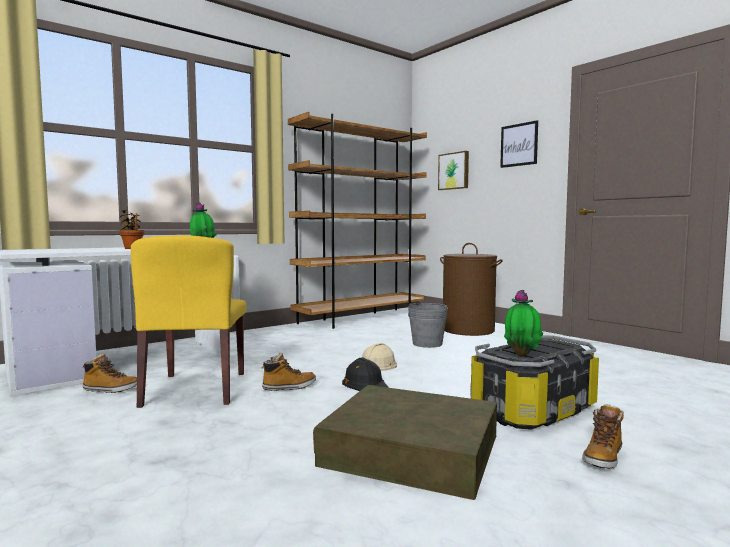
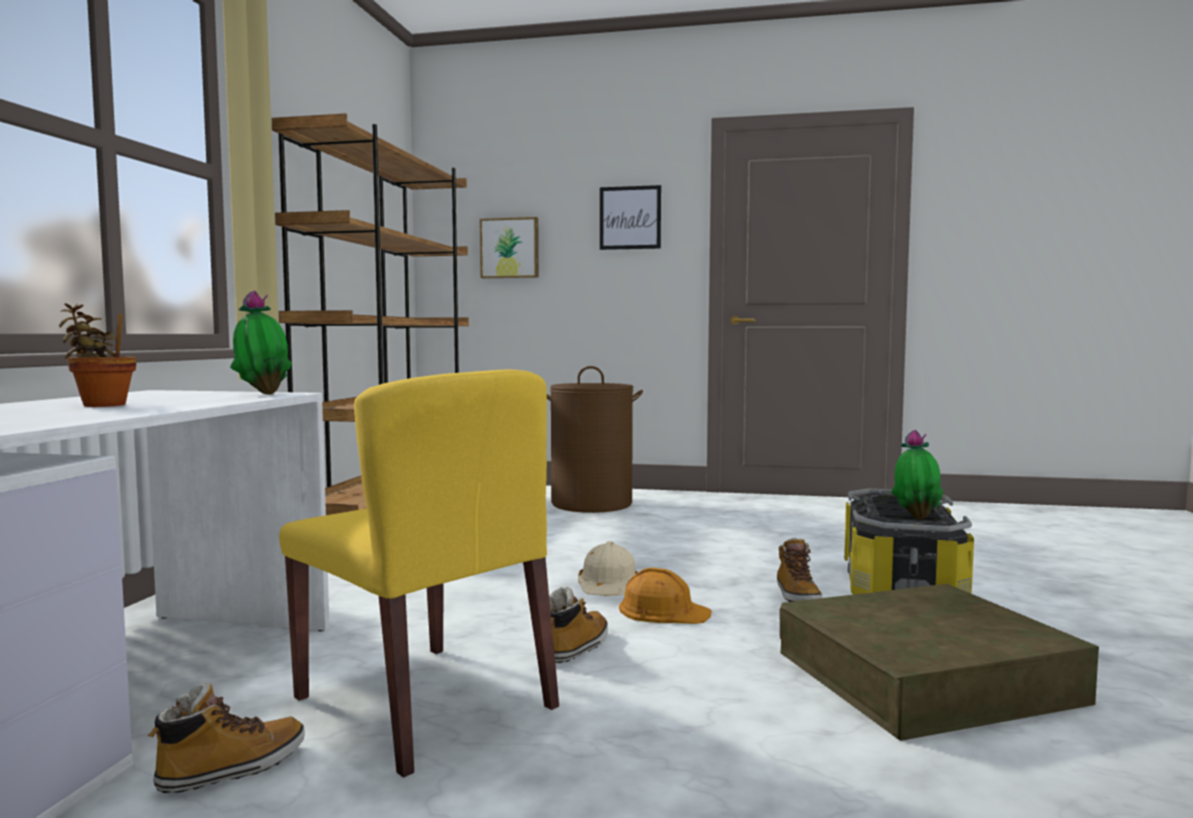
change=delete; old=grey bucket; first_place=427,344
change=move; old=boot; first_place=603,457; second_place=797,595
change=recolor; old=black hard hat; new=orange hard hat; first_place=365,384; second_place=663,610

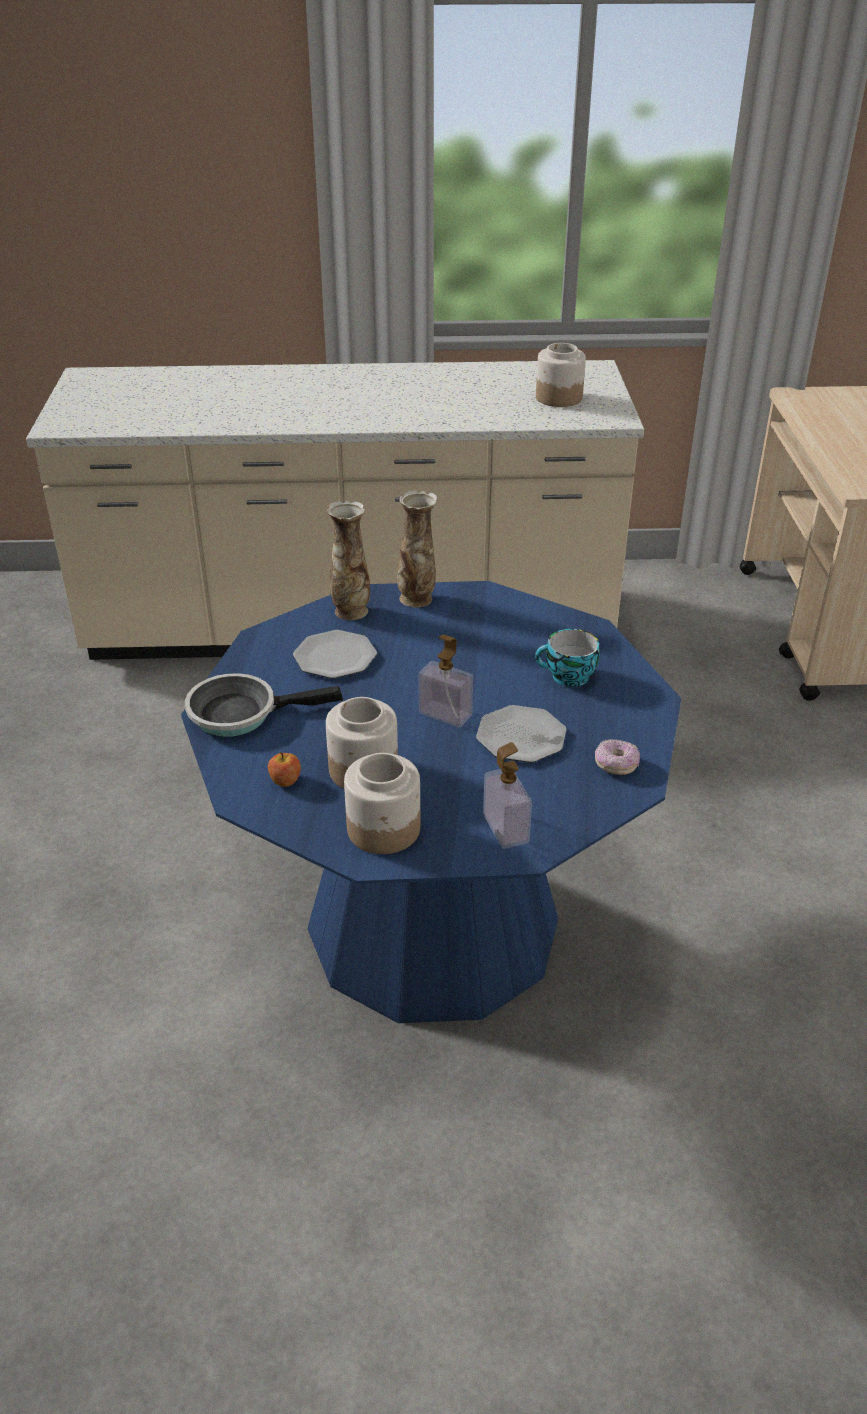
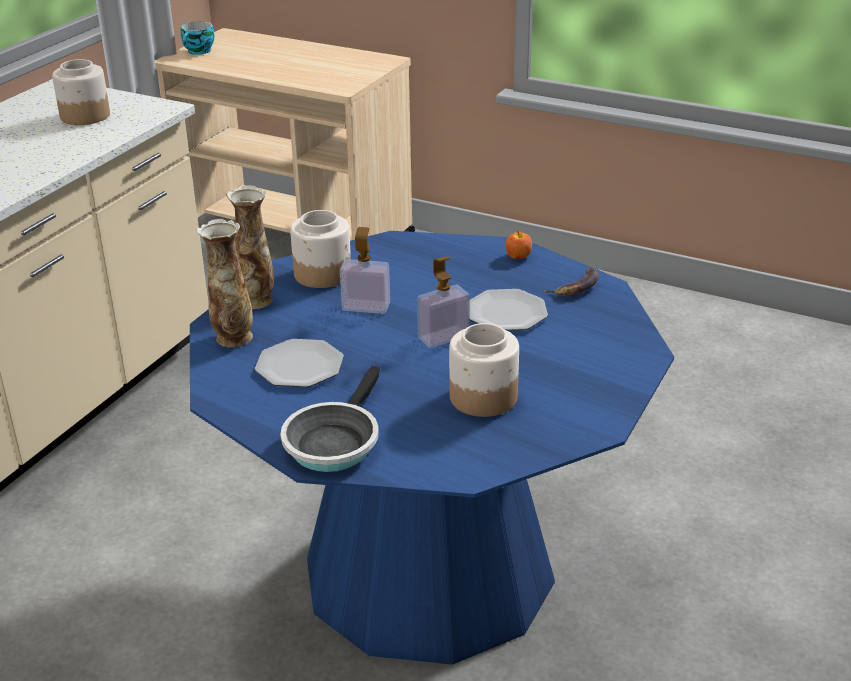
change=move; old=apple; first_place=285,781; second_place=518,256
change=move; old=jar; first_place=384,829; second_place=323,274
change=move; old=soap dispenser; first_place=505,829; second_place=366,307
change=move; old=cup; first_place=567,677; second_place=199,51
change=replace; old=donut; new=banana; first_place=616,765; second_place=576,287

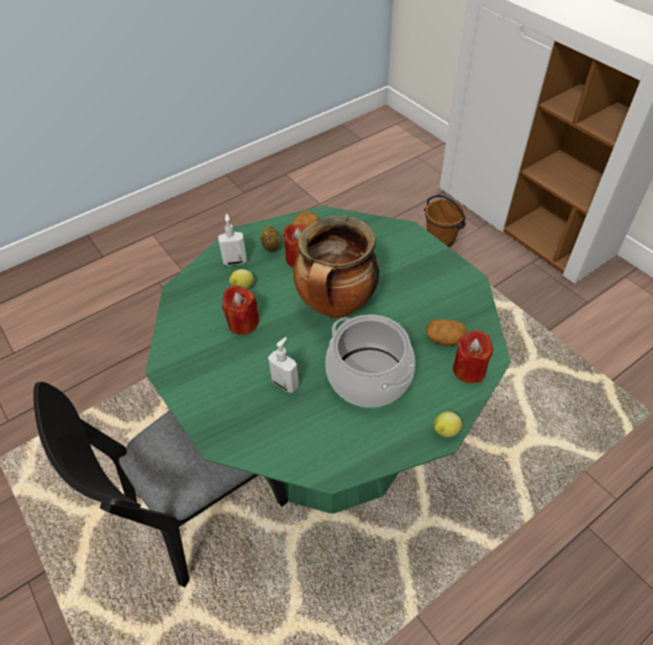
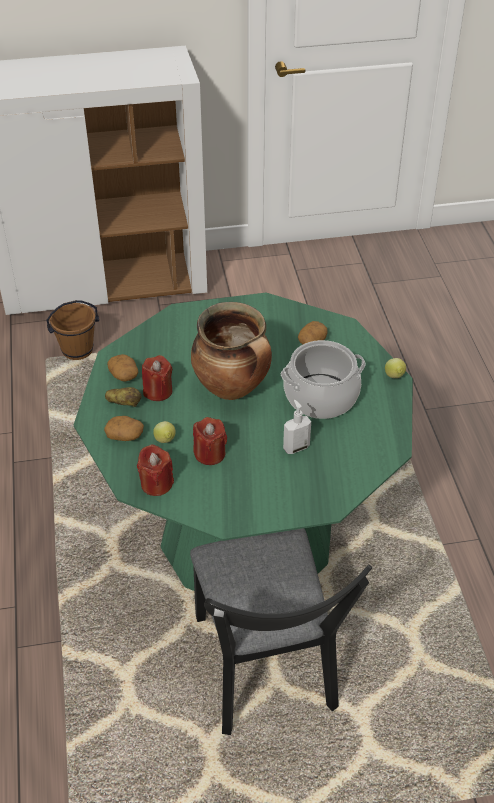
change=move; old=red candle; first_place=469,369; second_place=156,484
change=replace; old=soap dispenser; new=potato; first_place=235,261; second_place=125,435

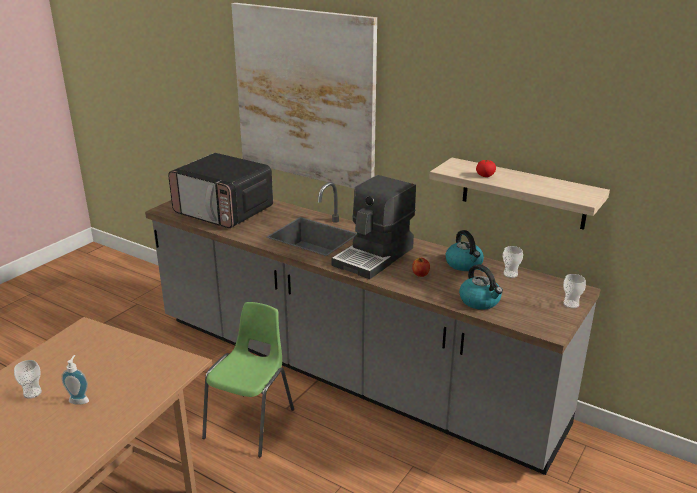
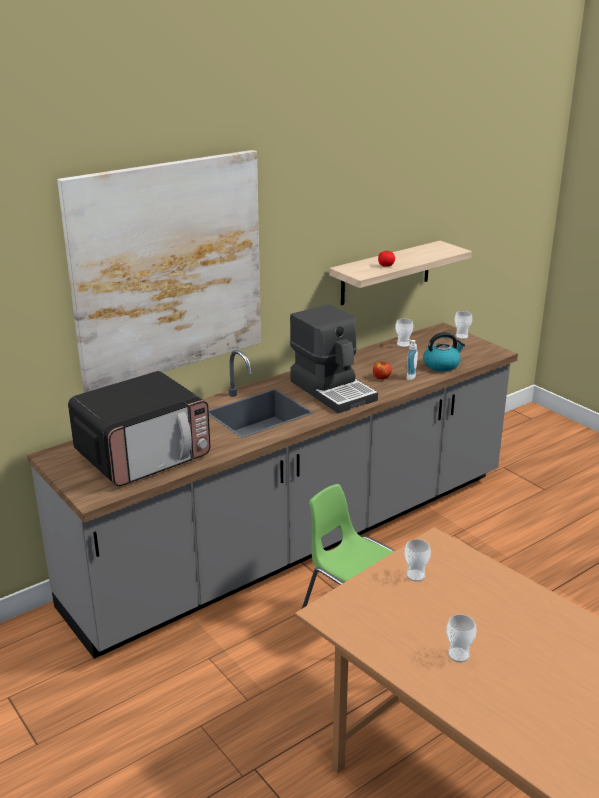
change=delete; old=kettle; first_place=464,264
change=insert; new=cup; second_place=415,575
change=move; old=soap dispenser; first_place=80,399; second_place=409,376

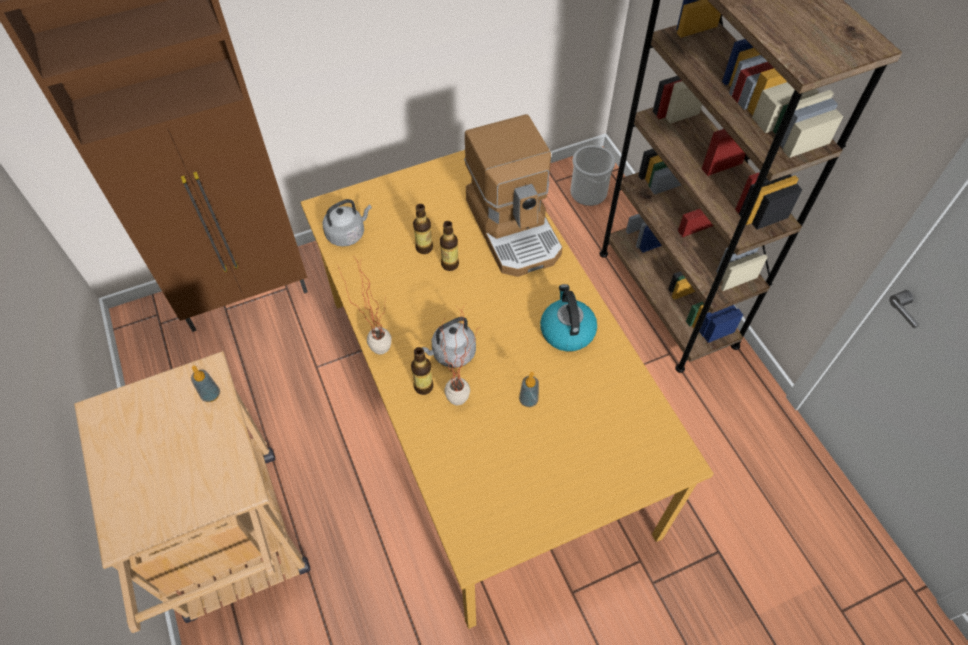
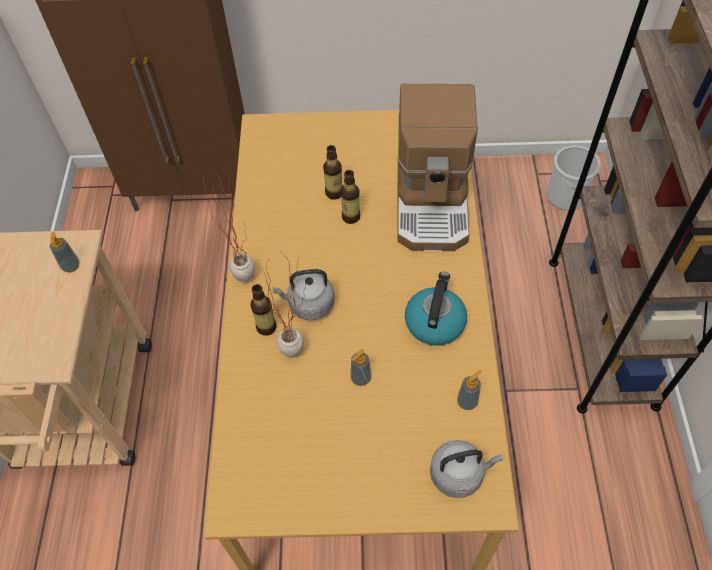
change=insert; new=soap dispenser; second_place=467,401
change=move; old=grey kettle; first_place=347,234; second_place=459,474

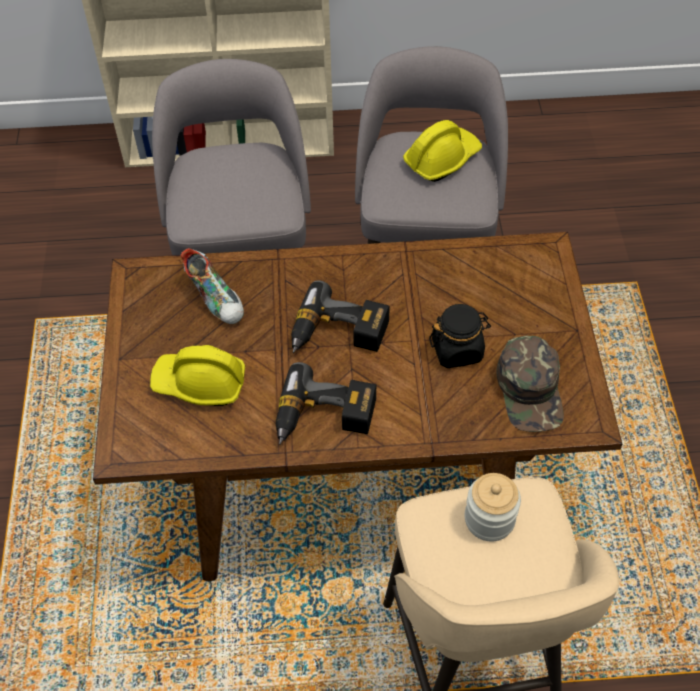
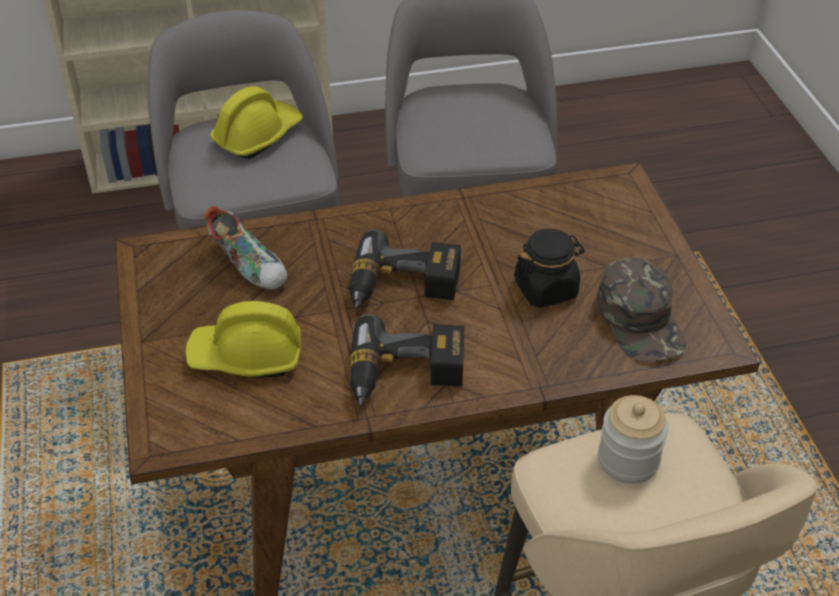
change=move; old=yellow hard hat; first_place=442,159; second_place=257,136

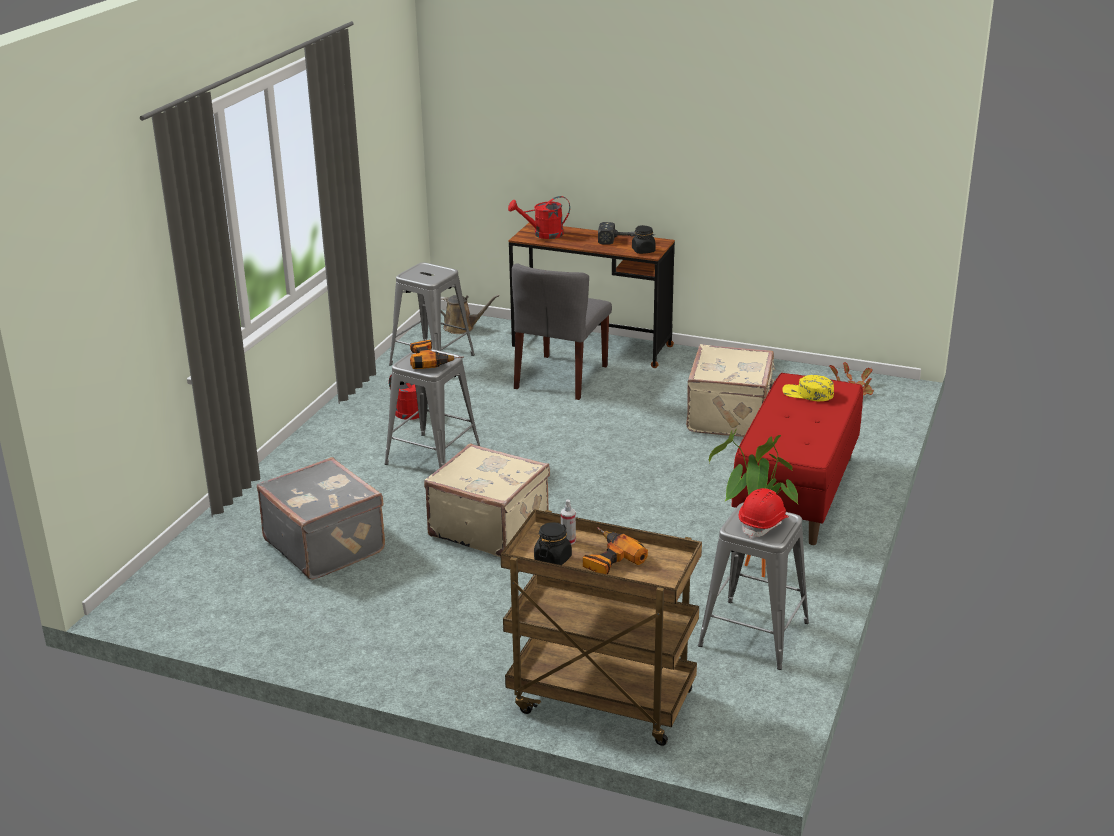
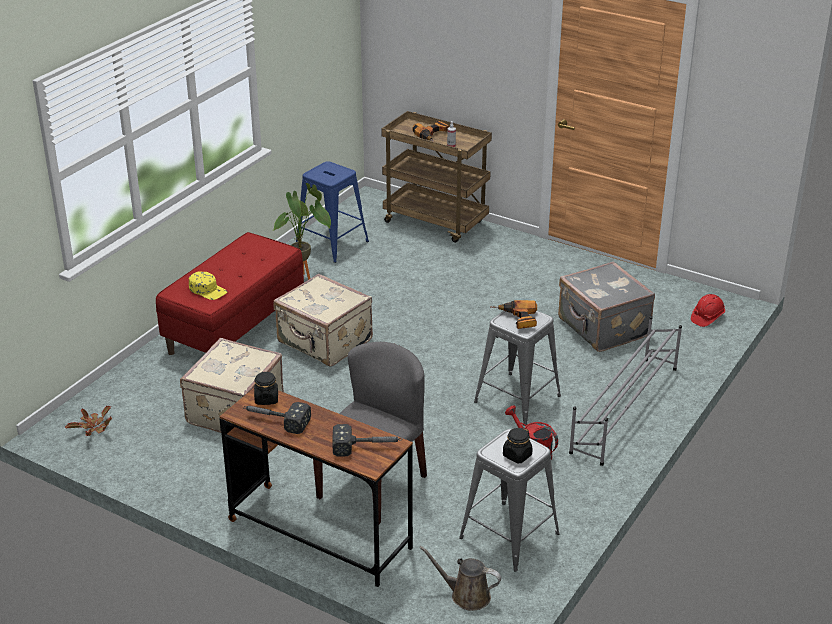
change=insert; new=grey shoe rack; second_place=624,409
change=move; old=beige suitcase; first_place=489,528; second_place=324,342
change=move; old=black jar; first_place=553,559; second_place=517,455
change=move; old=red hard hat; first_place=763,524; second_place=707,317
change=replace; old=red watering can; new=hammer; first_place=543,234; second_place=367,447
change=recolor; old=grey stool; new=blue stool; first_place=753,634; second_place=332,244

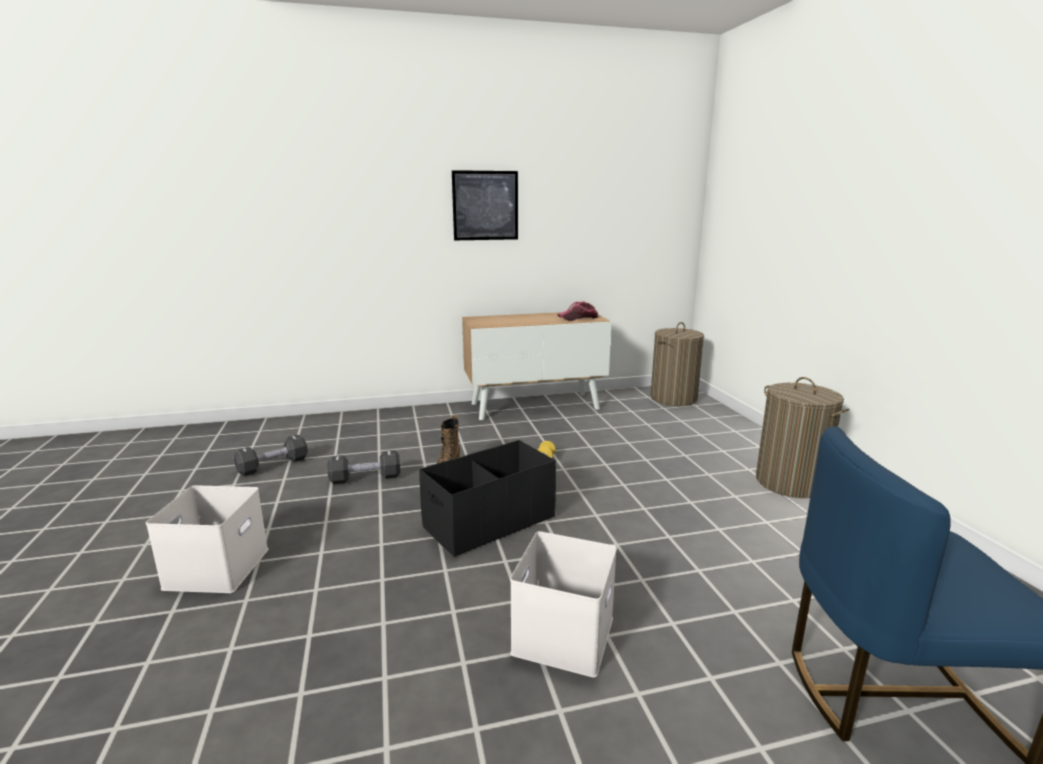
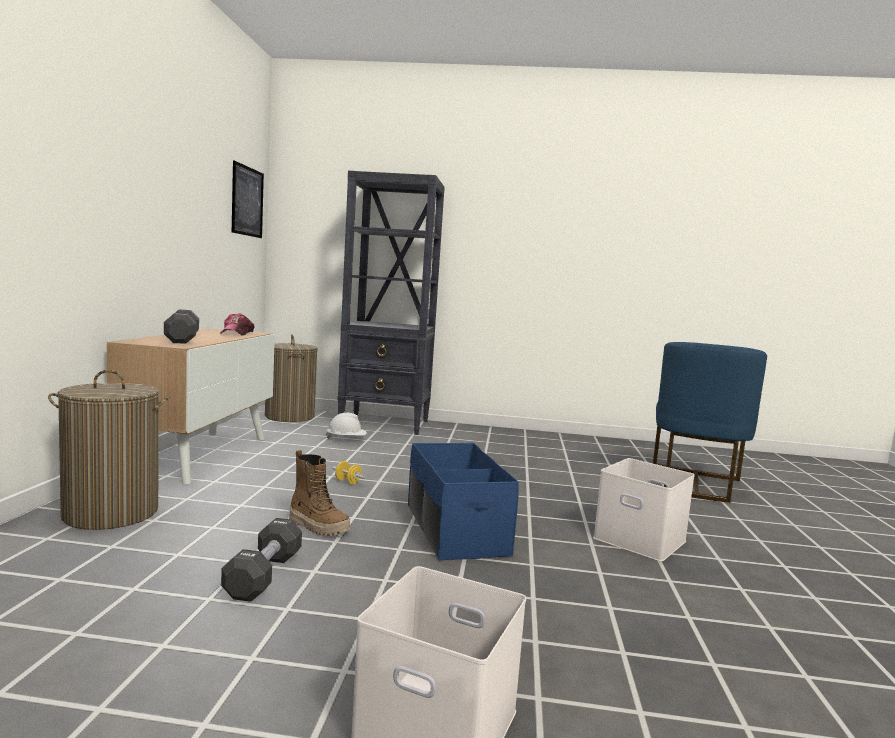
change=insert; new=white hard hat; second_place=346,439
change=insert; new=black bookcase; second_place=385,424
change=move; old=black dumbbell; first_place=273,465; second_place=182,339
change=move; old=picture; first_place=485,205; second_place=247,201
change=move; old=laundry basket; first_place=790,482; second_place=111,513
change=recolor; old=black storage box; new=blue storage box; first_place=489,522; second_place=454,529

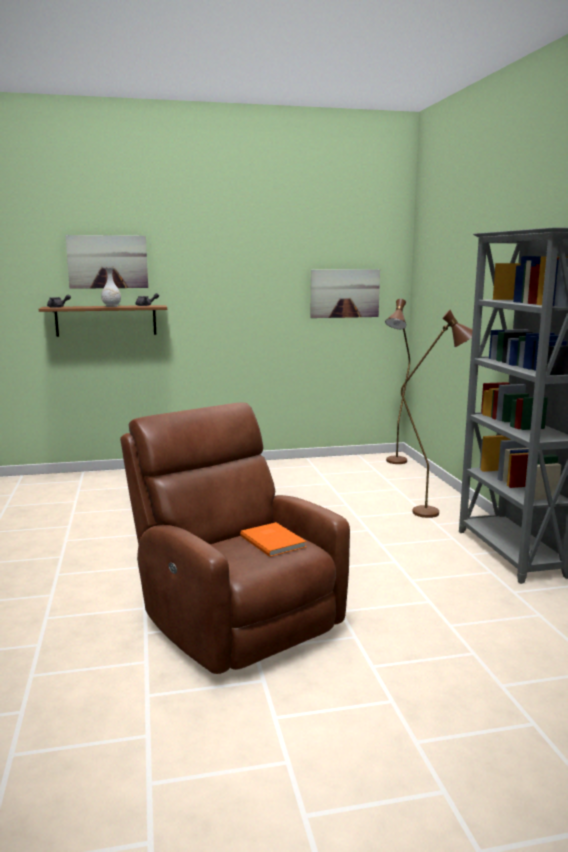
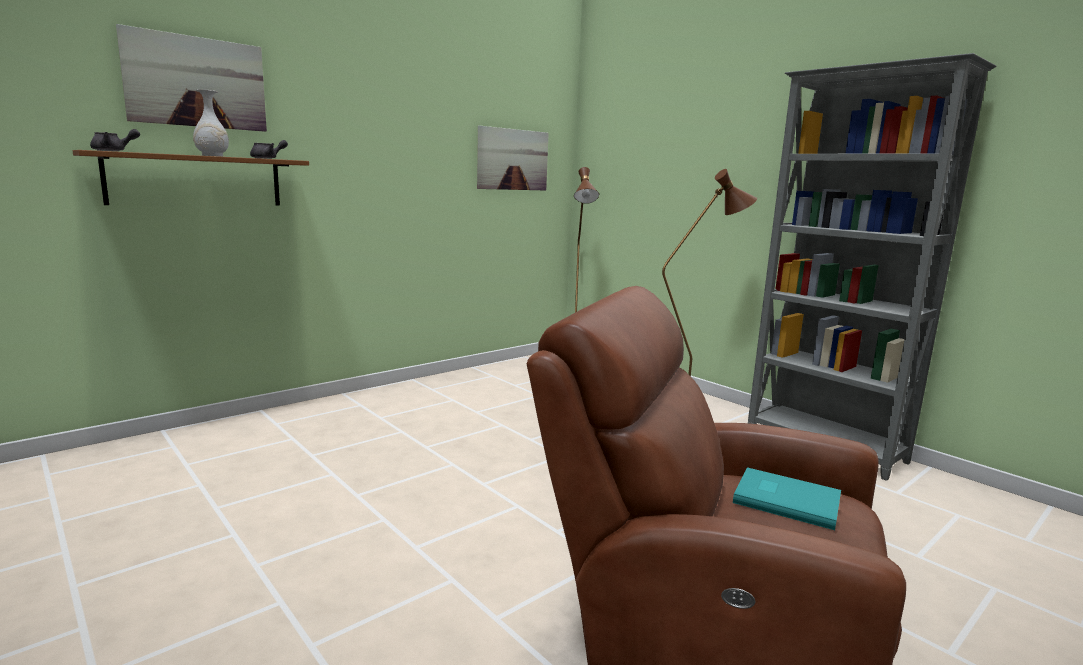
change=recolor; old=orange book; new=turquoise book; first_place=273,541; second_place=785,499

